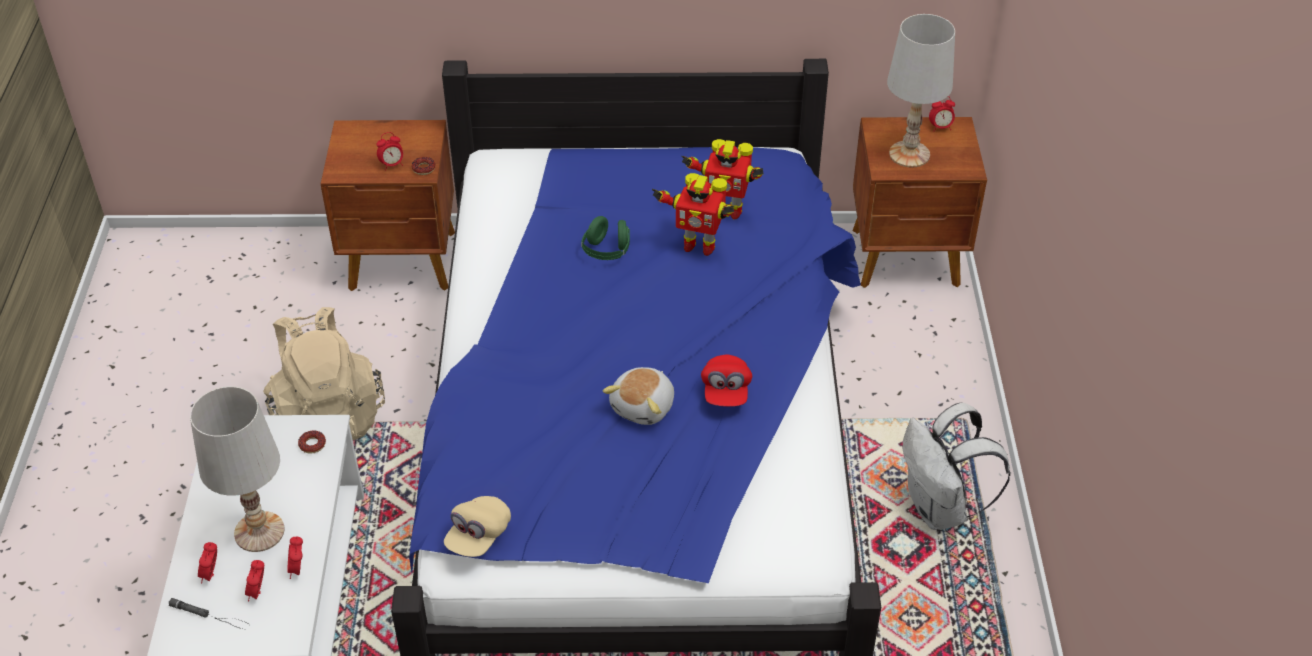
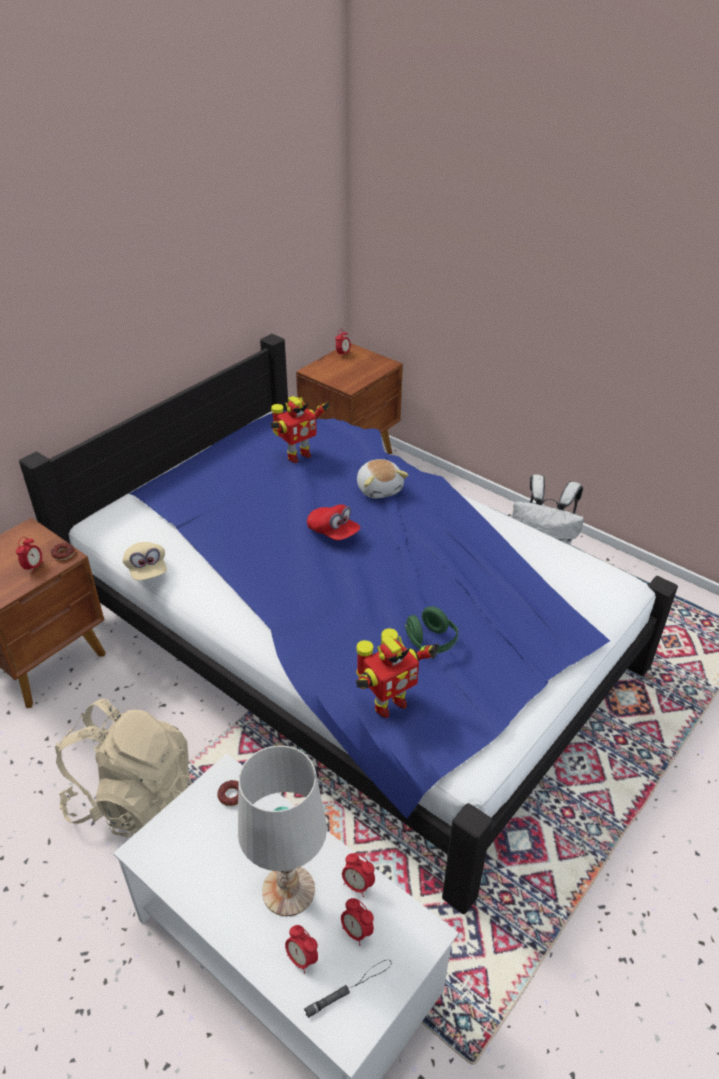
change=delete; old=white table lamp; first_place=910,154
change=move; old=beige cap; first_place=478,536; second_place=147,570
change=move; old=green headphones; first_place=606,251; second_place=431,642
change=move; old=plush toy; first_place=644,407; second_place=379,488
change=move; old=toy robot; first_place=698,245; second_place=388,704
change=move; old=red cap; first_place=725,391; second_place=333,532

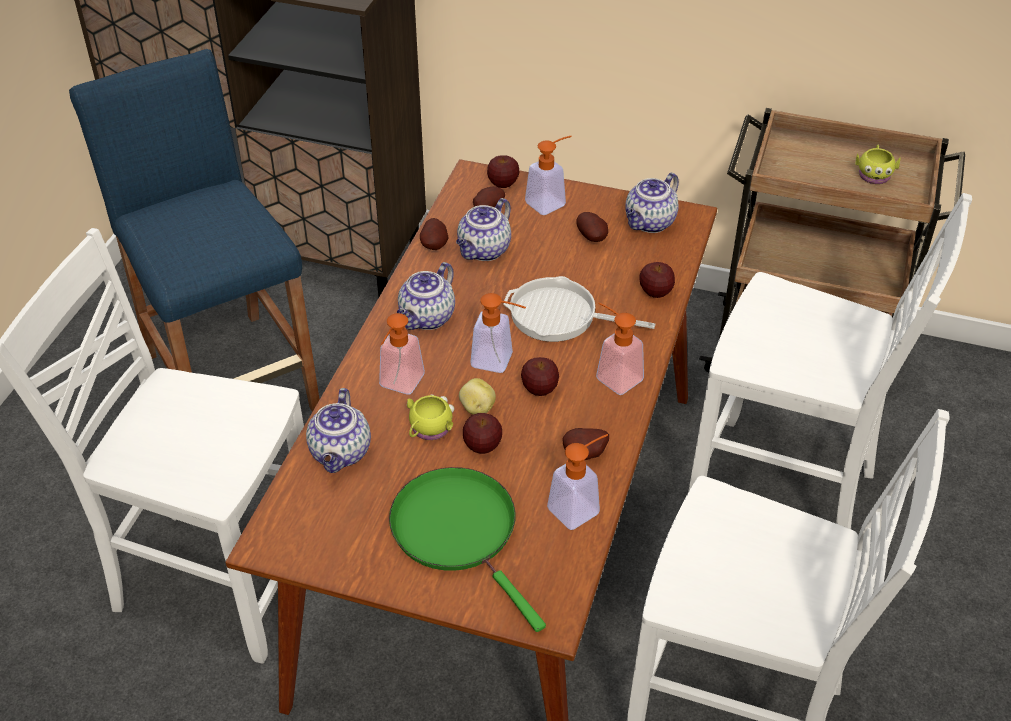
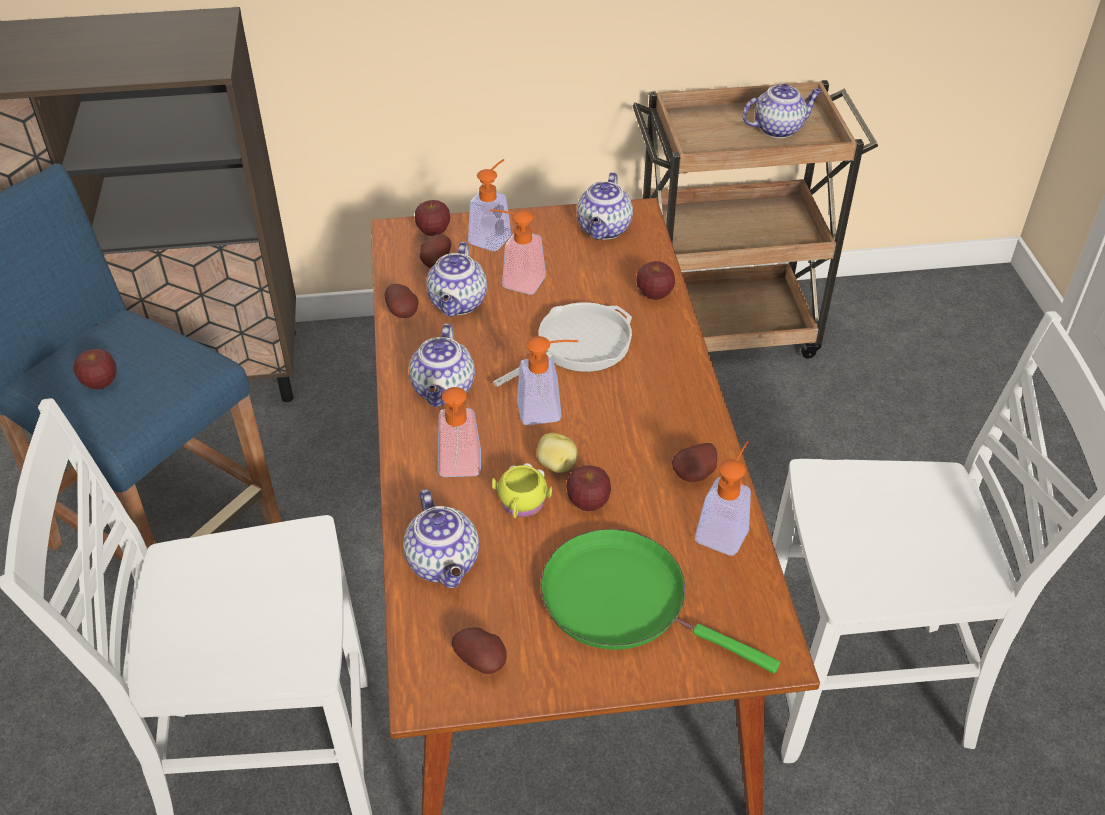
change=delete; old=white chair; first_place=785,492
change=move; old=apple; first_place=539,389; second_place=100,383
change=move; old=potato; first_place=593,238; second_place=483,661
change=move; old=soap dispenser; first_place=613,375; second_place=516,280
change=replace; old=yellow mug; new=teapot; first_place=874,174; second_place=779,129
change=rotate; old=frying pan; first_place=559,316; second_place=578,346; degrees=150

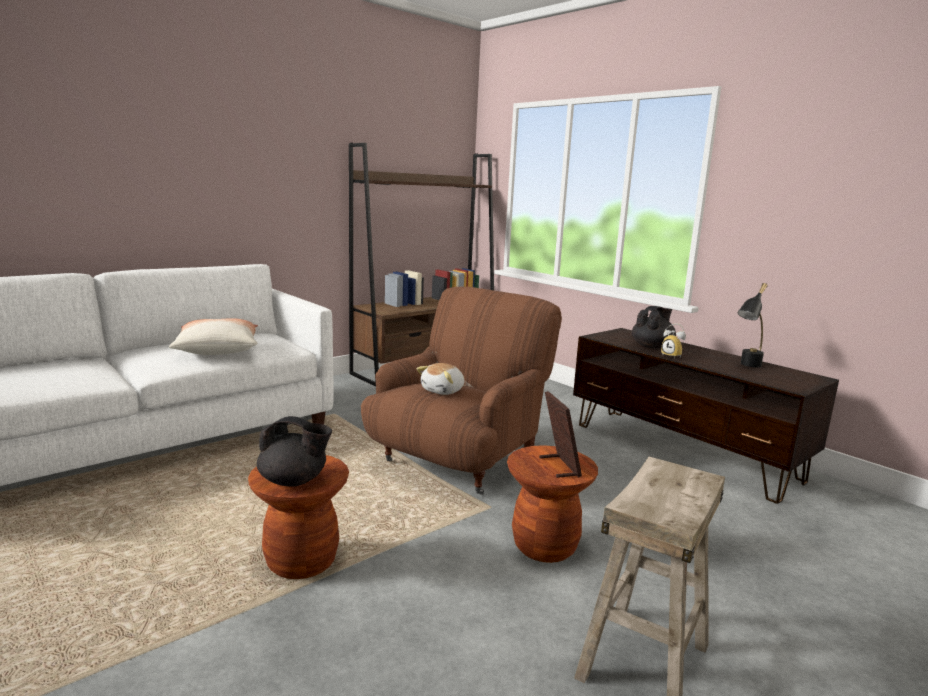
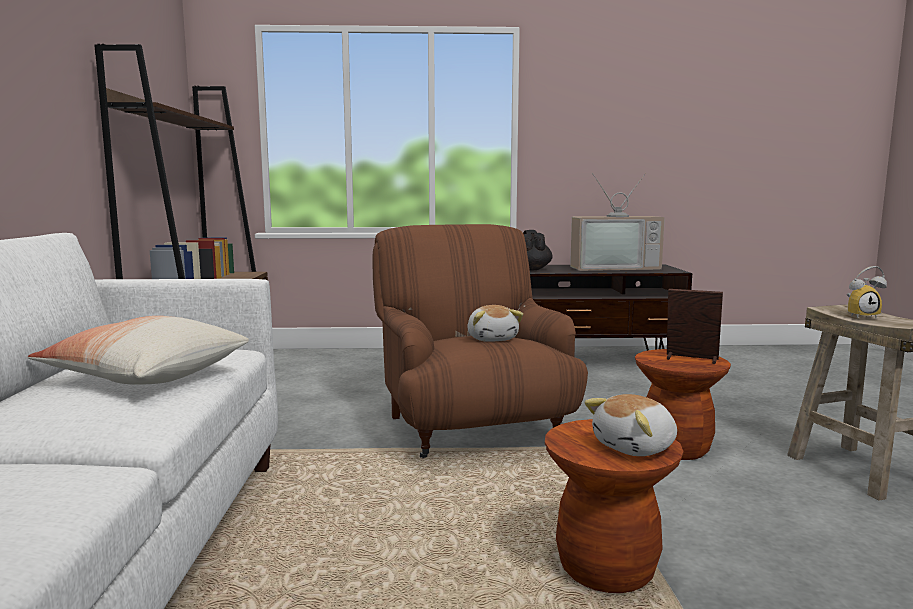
change=move; old=alarm clock; first_place=673,356; second_place=861,316
change=replace; old=black teapot; new=plush toy; first_place=294,481; second_place=636,447
change=replace; old=black table lamp; new=television; first_place=747,366; second_place=613,267

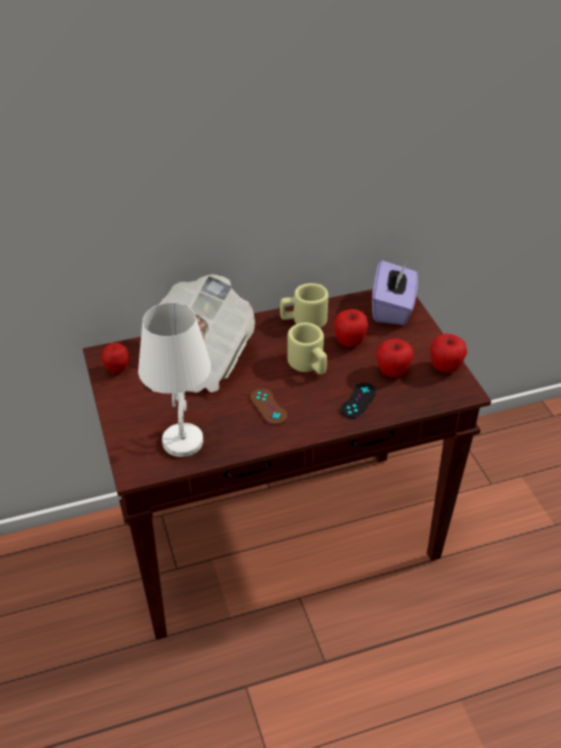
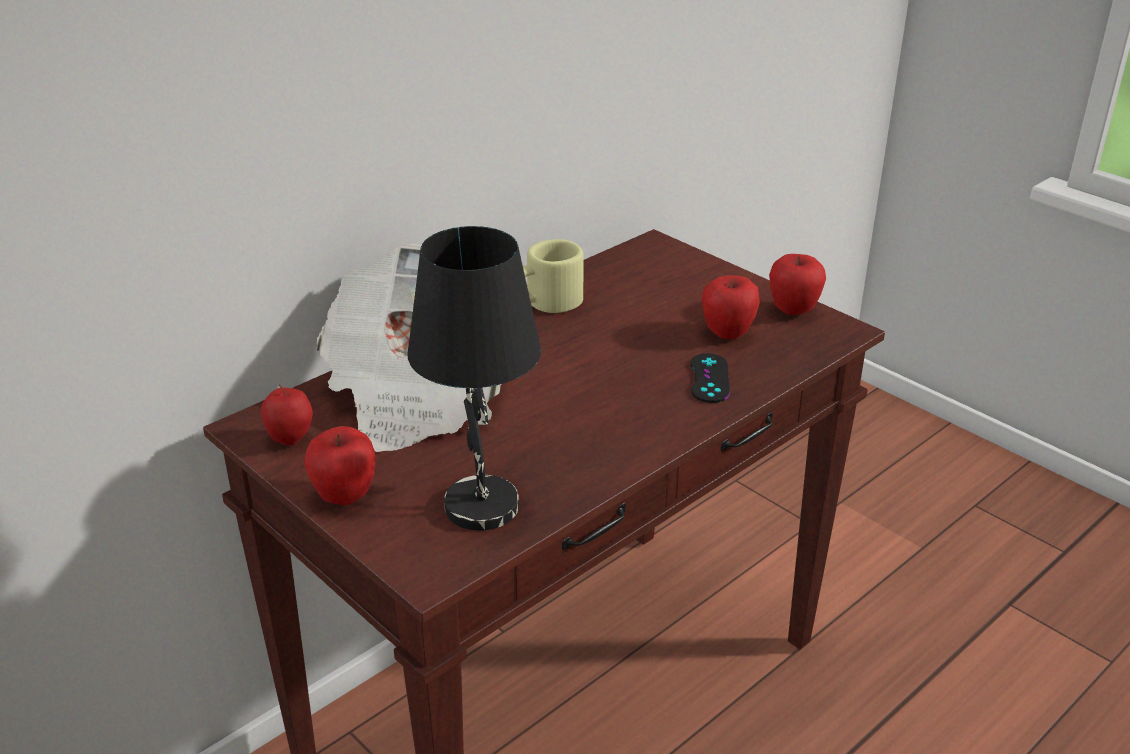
change=delete; old=brown game controller; first_place=268,406
change=delete; old=beige mug; first_place=309,364
change=delete; old=purple tissue box; first_place=393,308
change=move; old=apple; first_place=349,342; second_place=345,496
change=recolor; old=white table lamp; new=black table lamp; first_place=182,440; second_place=479,505

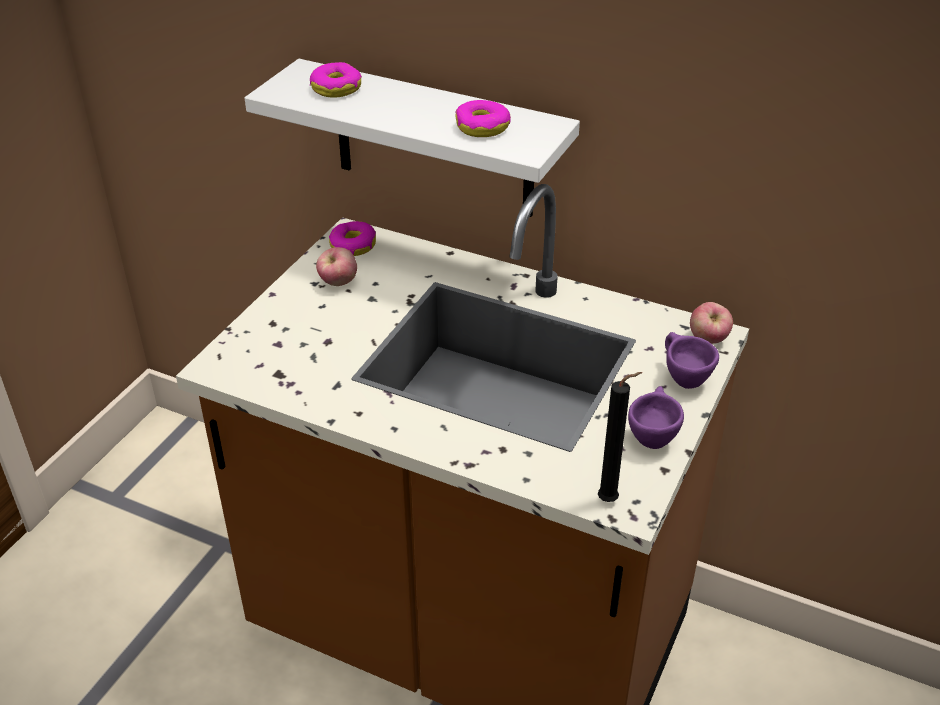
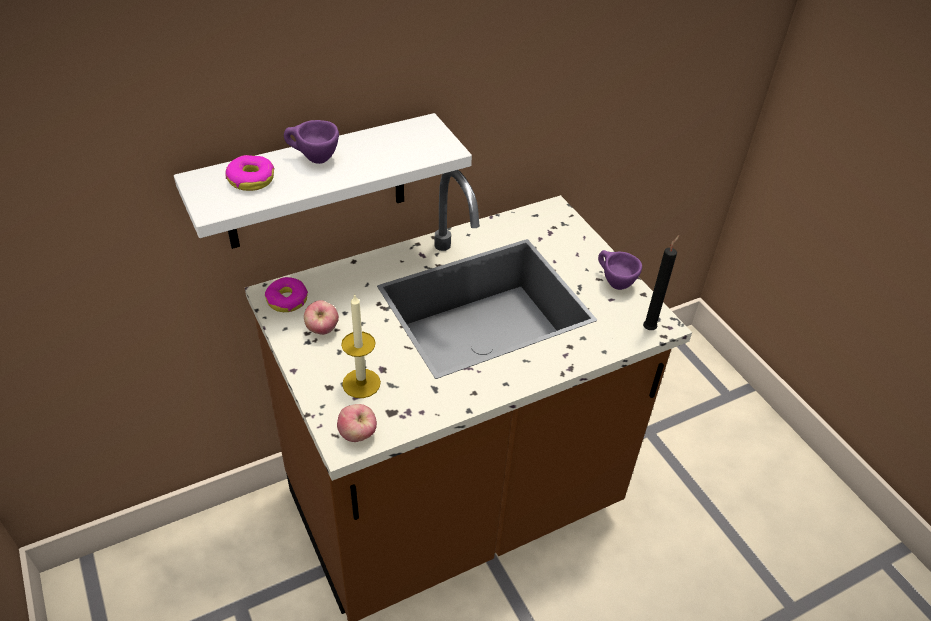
change=delete; old=donut; first_place=482,127
change=insert; new=candle; second_place=361,383
change=move; old=purple cup; first_place=682,378; second_place=313,159
change=move; old=apple; first_place=708,340; second_place=357,435

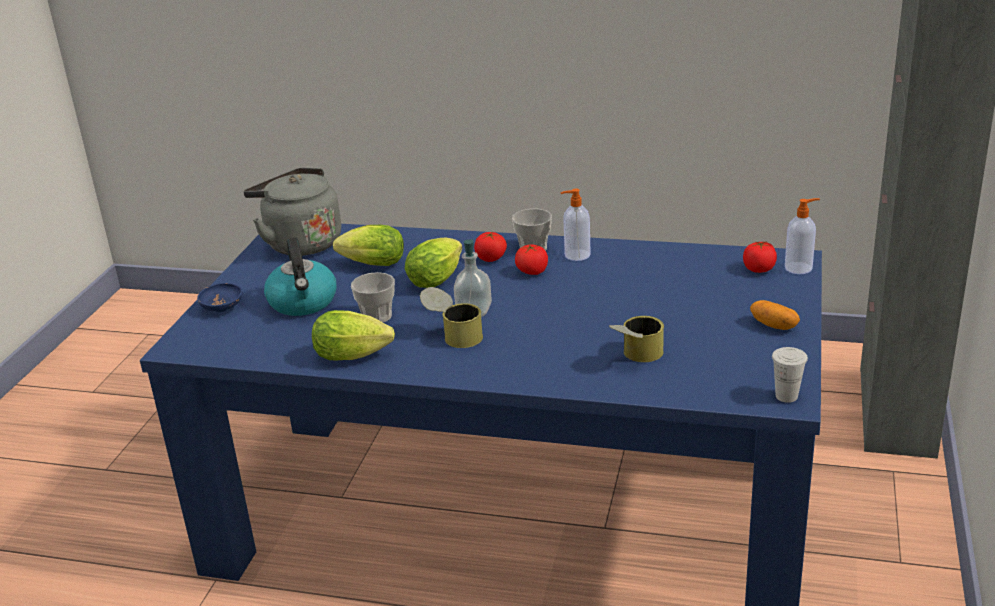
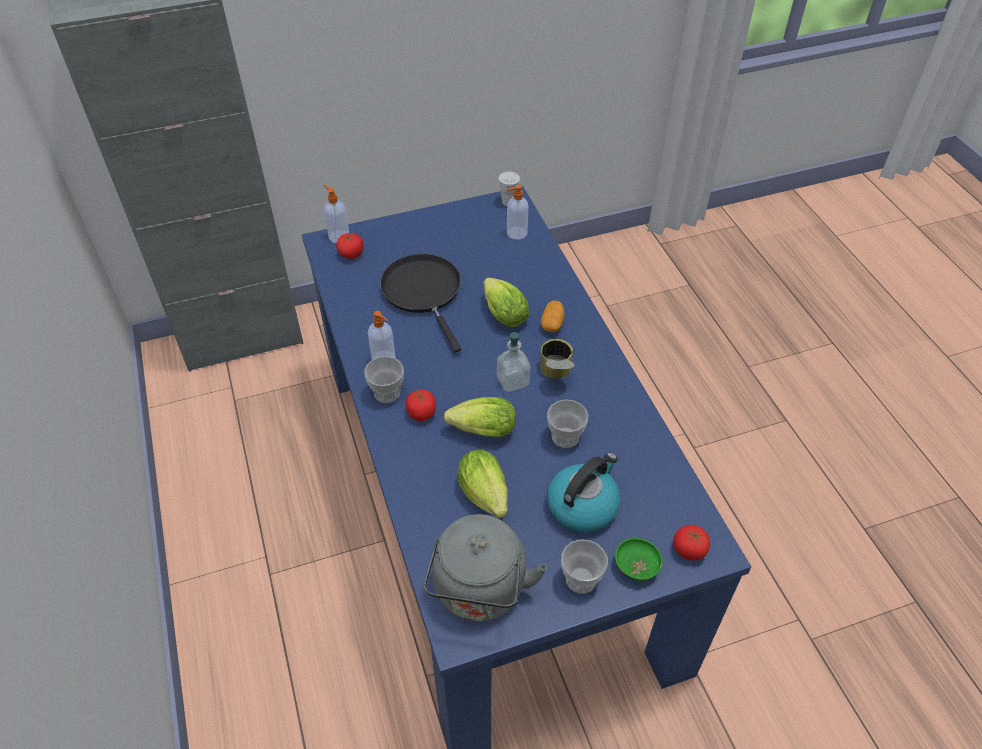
change=delete; old=can; first_place=635,357
change=insert; new=black frying pan; second_place=424,292
change=insert; new=soap dispenser; second_place=516,233
change=insert; new=cup; second_place=581,579
change=move; old=lettuce; first_place=356,356; second_place=502,313
change=move; old=tomato; first_place=532,271; second_place=689,550
change=move; old=potato; first_place=774,325; second_place=552,323
change=recolor; old=blue bowl; new=green bowl; first_place=222,307; second_place=636,566

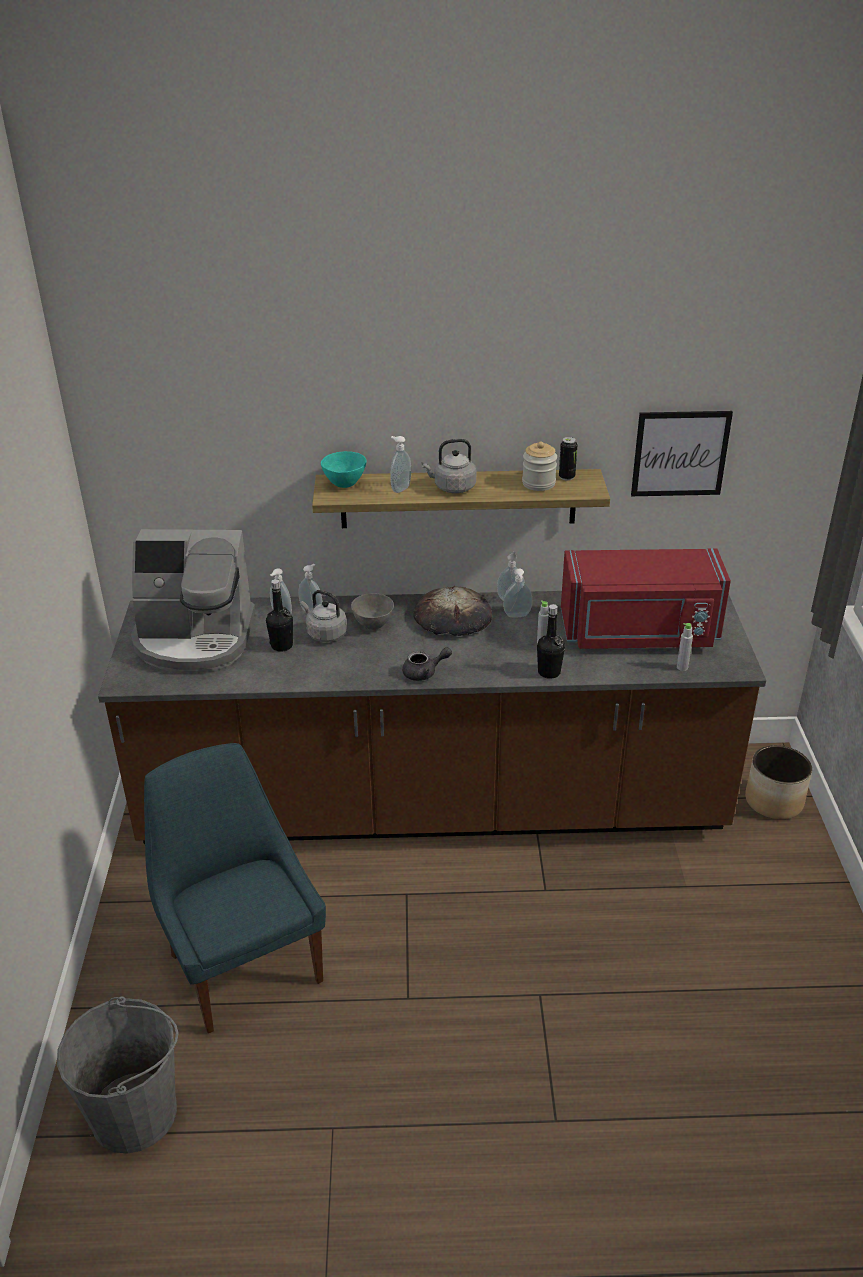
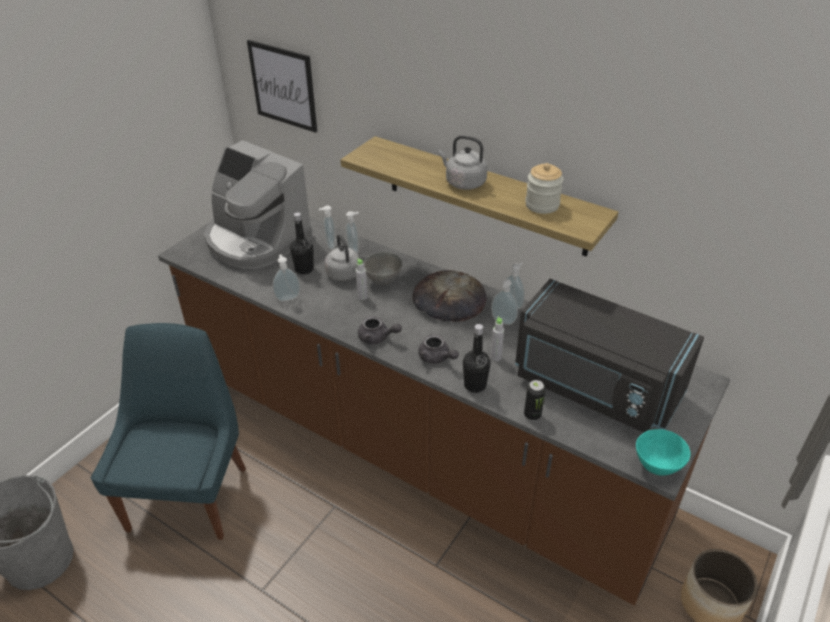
change=insert; new=grey teapot; second_place=436,358
change=move; old=turquoise bowl; first_place=345,484; second_place=657,467
change=move; old=soap dispenser; first_place=400,488; second_place=287,297
change=move; old=can; first_place=566,477; second_place=532,415
change=move; old=picture; first_place=680,453; second_place=283,86
change=move; old=grey bottle; first_place=682,667; second_place=362,297
change=recolor; old=red microwave; new=black microwave; first_place=639,633; second_place=594,387

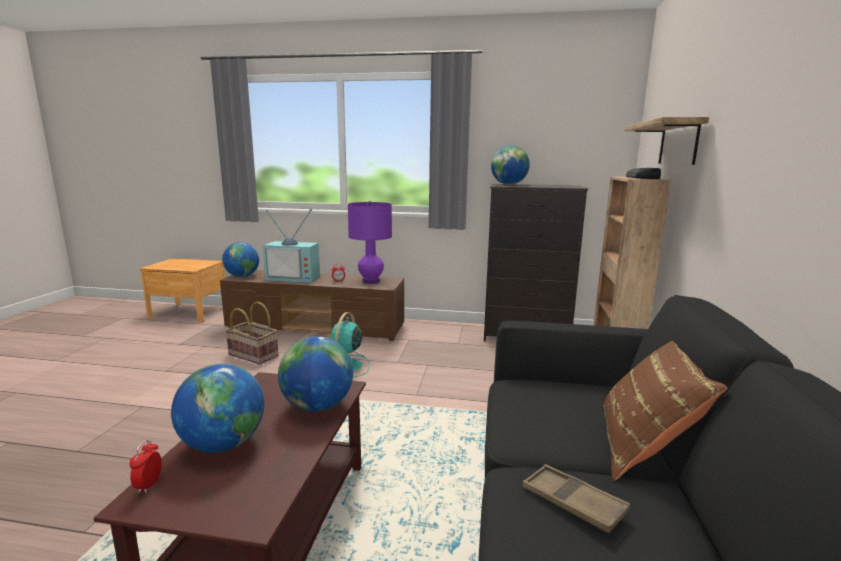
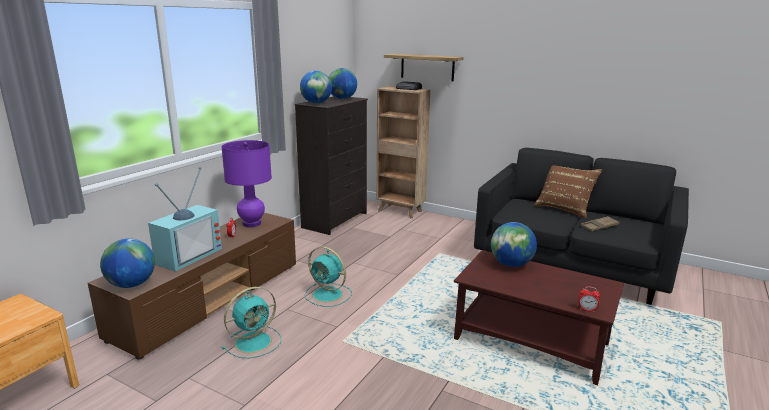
change=move; old=globe; first_place=223,444; second_place=342,99
change=replace; old=basket; new=turquoise fan; first_place=254,355; second_place=255,341

